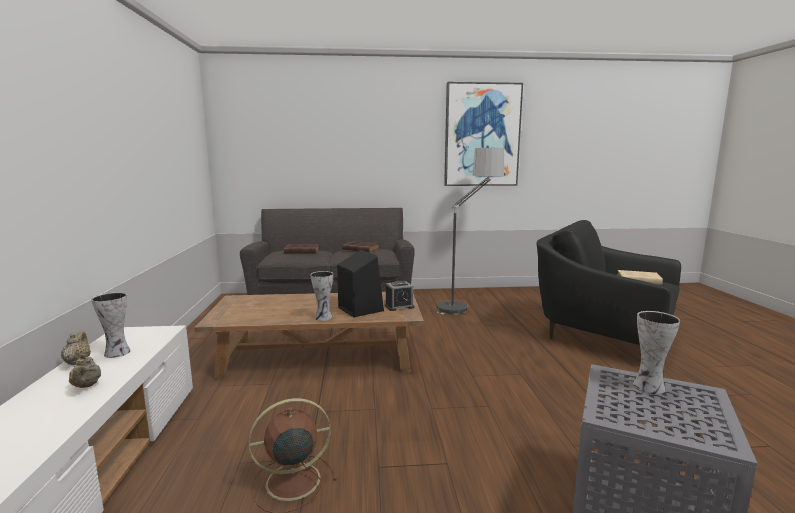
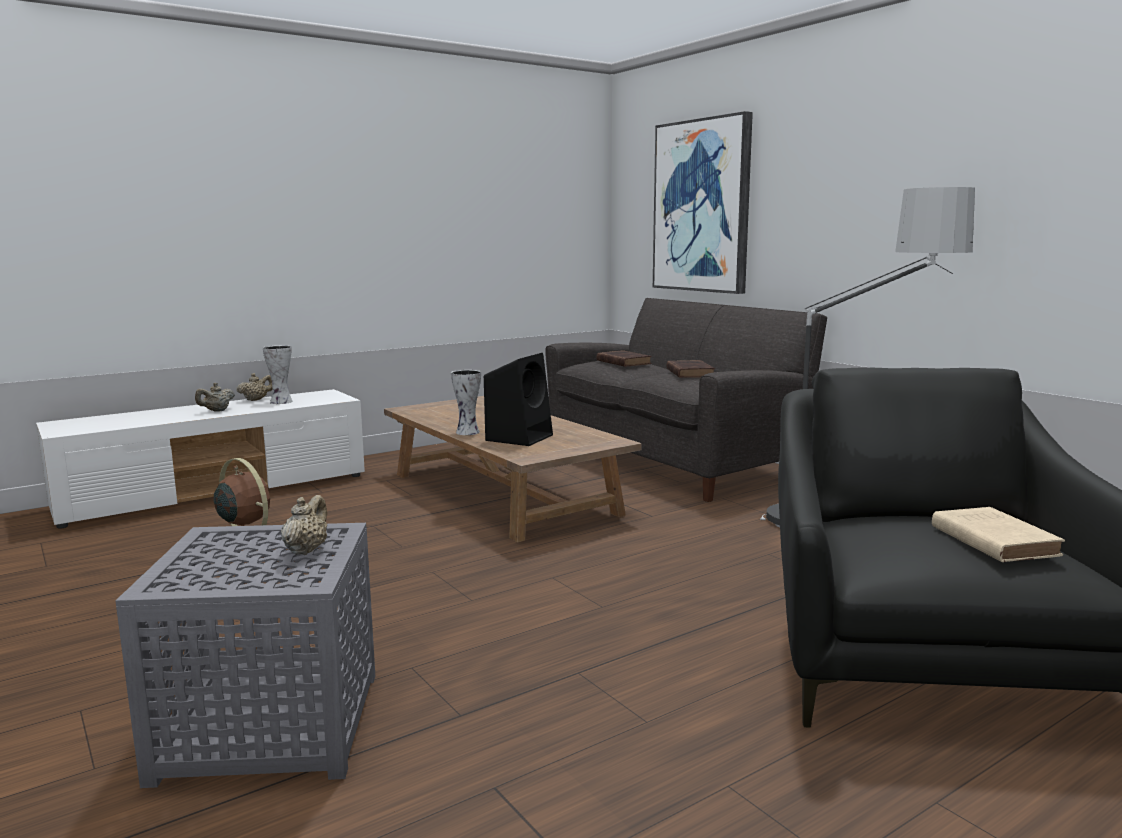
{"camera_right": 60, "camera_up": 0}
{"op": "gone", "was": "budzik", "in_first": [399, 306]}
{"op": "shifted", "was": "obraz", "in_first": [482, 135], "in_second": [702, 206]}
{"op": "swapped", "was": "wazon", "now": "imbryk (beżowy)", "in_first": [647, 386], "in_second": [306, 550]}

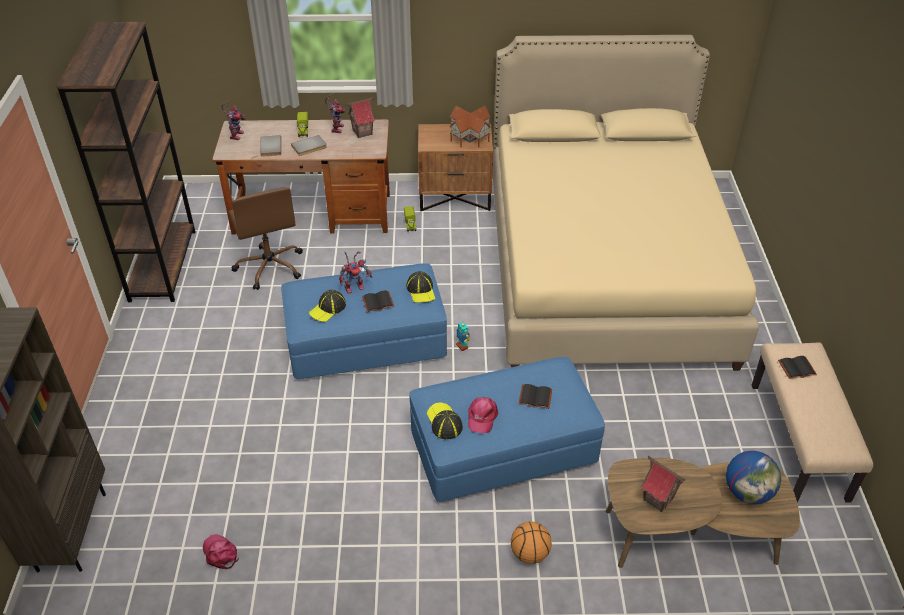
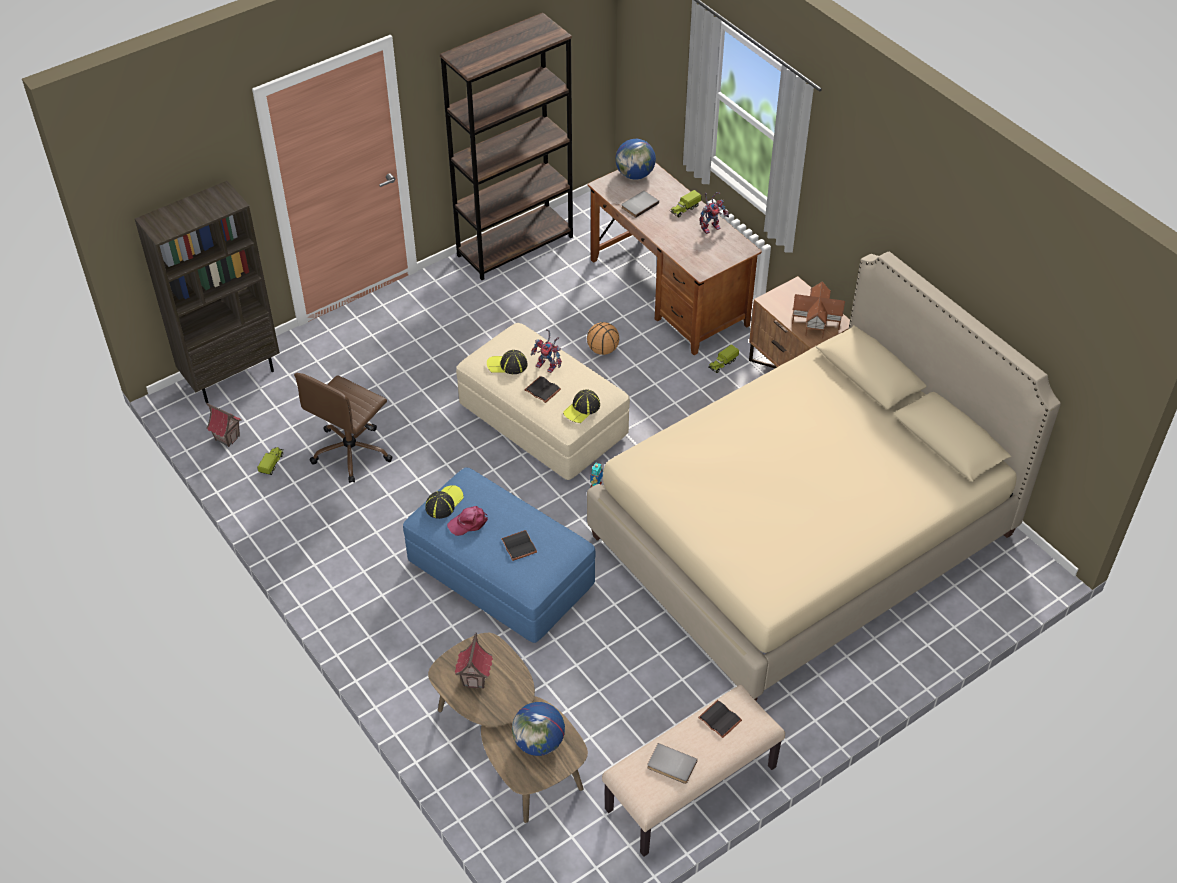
{"camera_right": 55, "camera_up": 5}
{"op": "swapped", "was": "czapka z daszkiem (różowy)", "now": "ciężarówka zabawkowa", "in_first": [220, 553], "in_second": [272, 464]}
{"op": "swapped", "was": "robot zabawkowy", "now": "globus", "in_first": [236, 134], "in_second": [635, 175]}
{"op": "shifted", "was": "krzesło biurowe (brązowy)", "in_first": [270, 266], "in_second": [352, 452]}
{"op": "repainted", "was": "pufa (niebieski)", "now": "pufa (beżowy)", "in_first": [366, 342], "in_second": [543, 421]}
{"op": "shifted", "was": "książka (szary)", "in_first": [309, 147], "in_second": [671, 766]}
{"op": "shifted", "was": "domek", "in_first": [362, 132], "in_second": [227, 438]}
{"op": "shifted", "was": "piłka do koszykówki", "in_first": [529, 553], "in_second": [603, 349]}

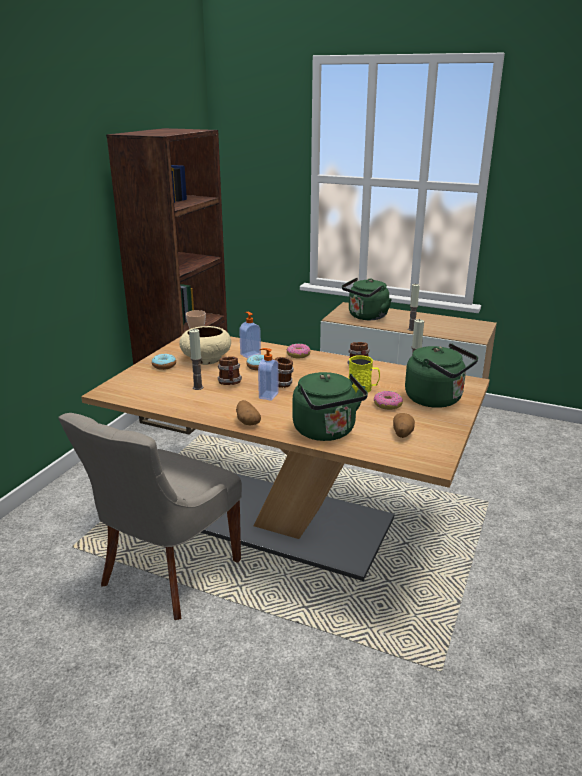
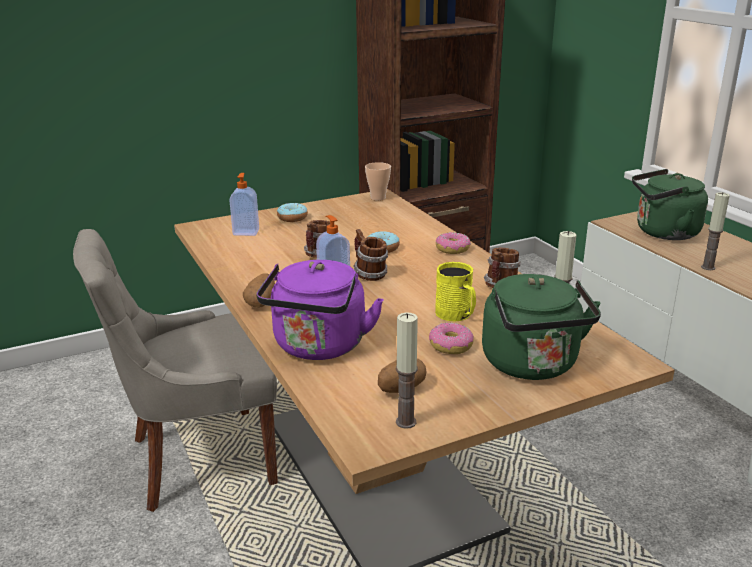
{"camera_right": 40, "camera_up": 0}
{"op": "gone", "was": "miska (beżowy)", "in_first": [206, 359]}
{"op": "shifted", "was": "świeca", "in_first": [198, 387], "in_second": [406, 422]}
{"op": "shifted", "was": "dozownik mydła", "in_first": [250, 354], "in_second": [246, 232]}
{"op": "repainted", "was": "czajnik (zielony)", "now": "czajnik (fioletowy)", "in_first": [327, 432], "in_second": [319, 347]}

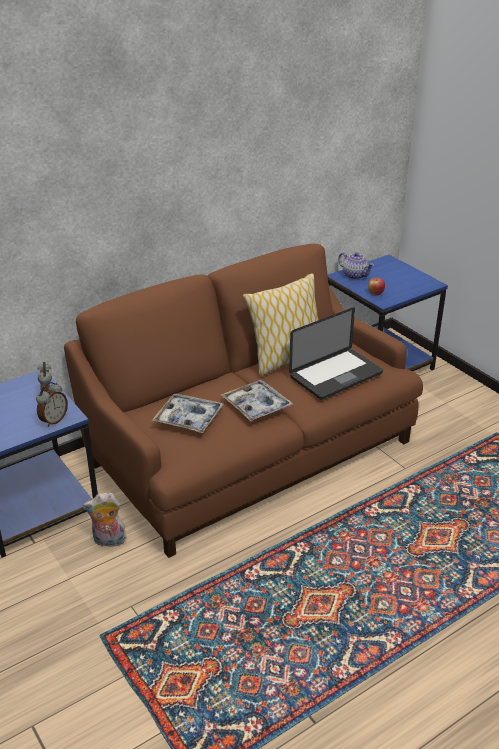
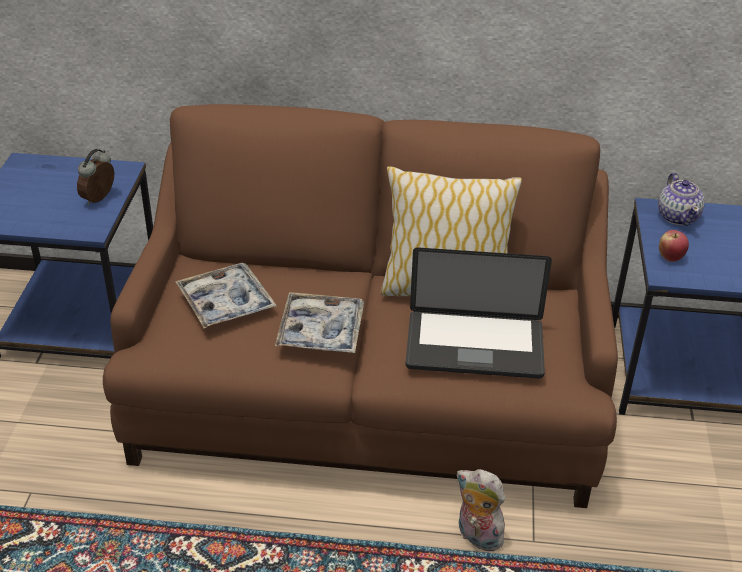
{"camera_right": 40, "camera_up": 5}
{"op": "gone", "was": "budzik", "in_first": [53, 420]}
{"op": "shifted", "was": "pluszak", "in_first": [108, 541], "in_second": [476, 537]}

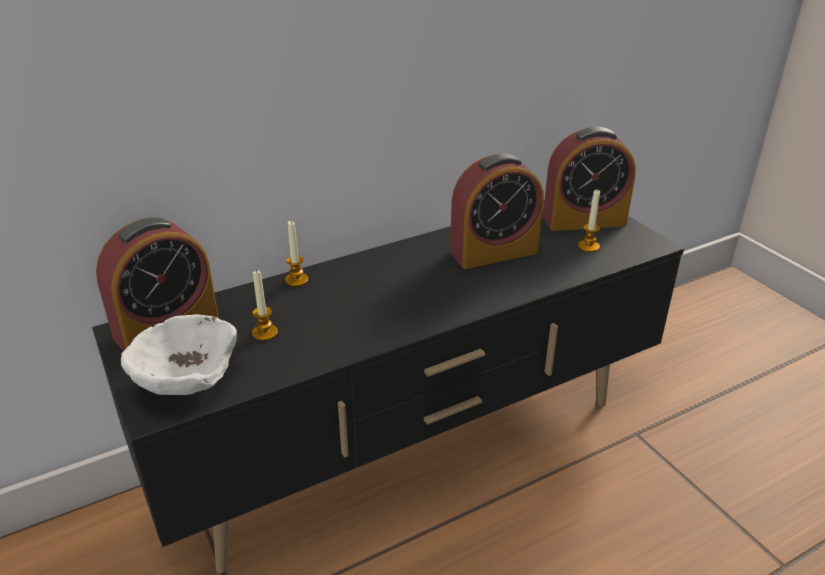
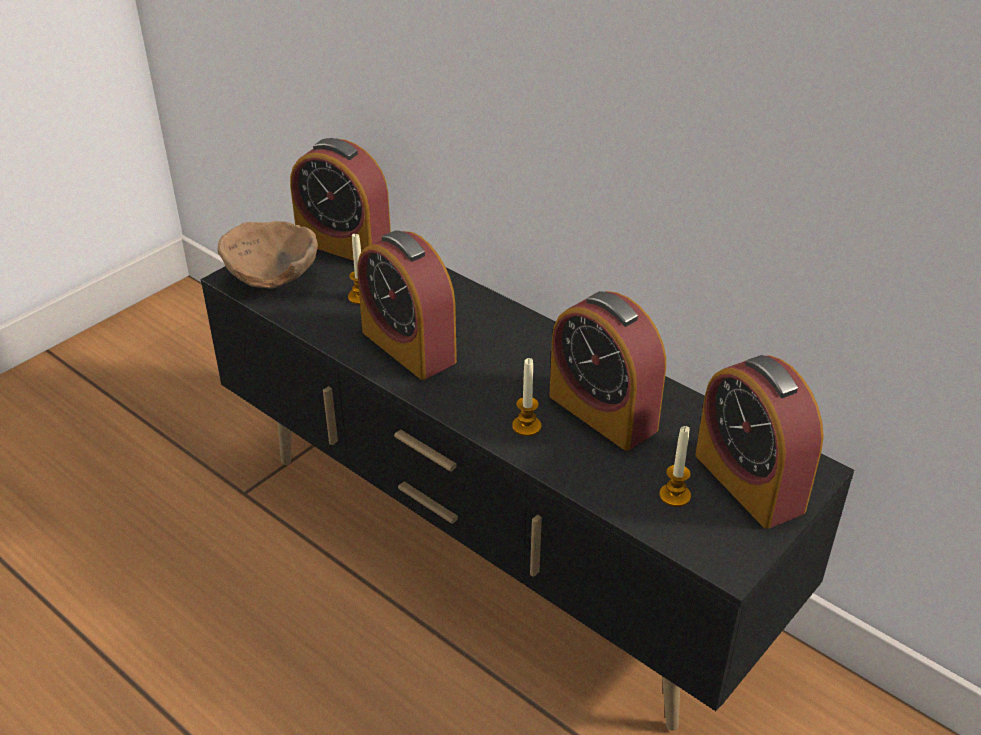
{"camera_right": 70, "camera_up": 5}
{"op": "repainted", "was": "miska (biały)", "now": "miska (brązowy)", "in_first": [185, 382], "in_second": [275, 278]}
{"op": "shifted", "was": "świeca", "in_first": [296, 280], "in_second": [526, 426]}
{"op": "new", "now": "budzik", "in_second": [408, 346]}

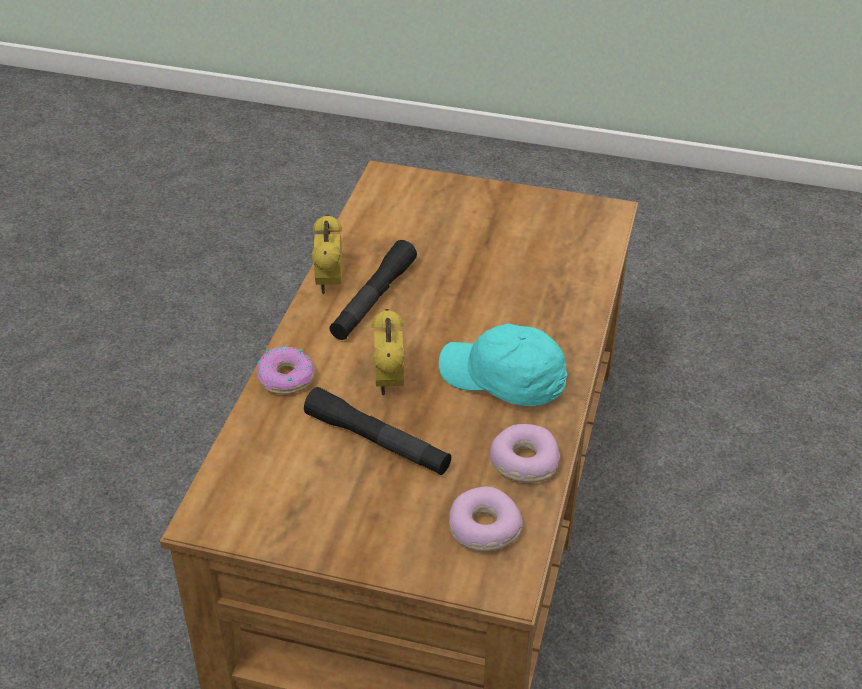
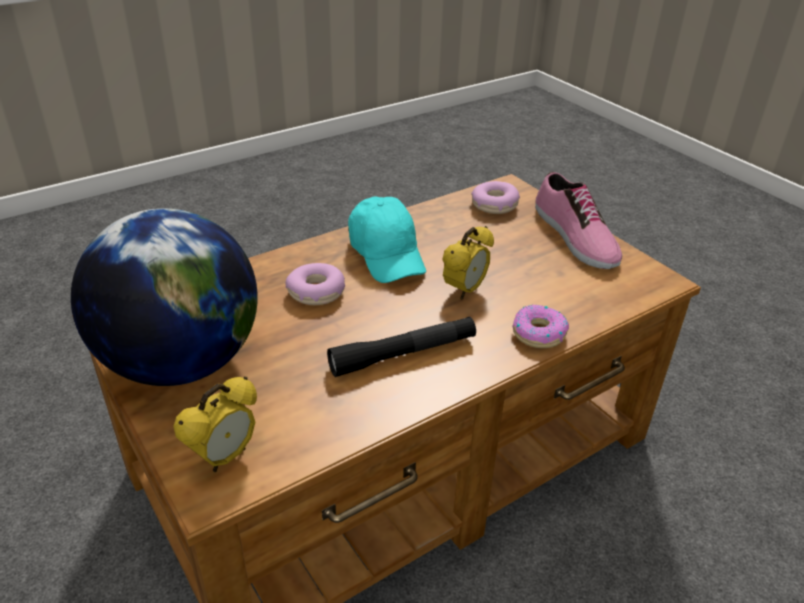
{"camera_right": -140, "camera_up": -5}
{"op": "gone", "was": "latarka (czarny)", "in_first": [377, 442]}
{"op": "shifted", "was": "budzik", "in_first": [329, 284], "in_second": [224, 457]}
{"op": "shifted", "was": "donut", "in_first": [523, 462], "in_second": [316, 292]}
{"op": "new", "now": "globus", "in_second": [181, 363]}
{"op": "new", "now": "but", "in_second": [574, 237]}

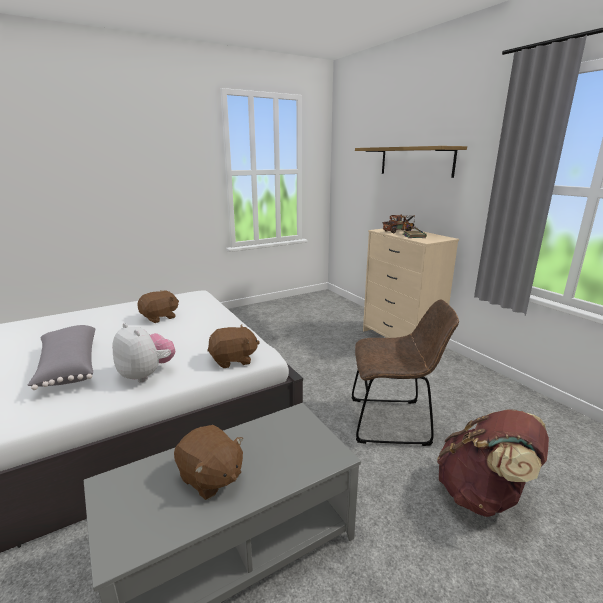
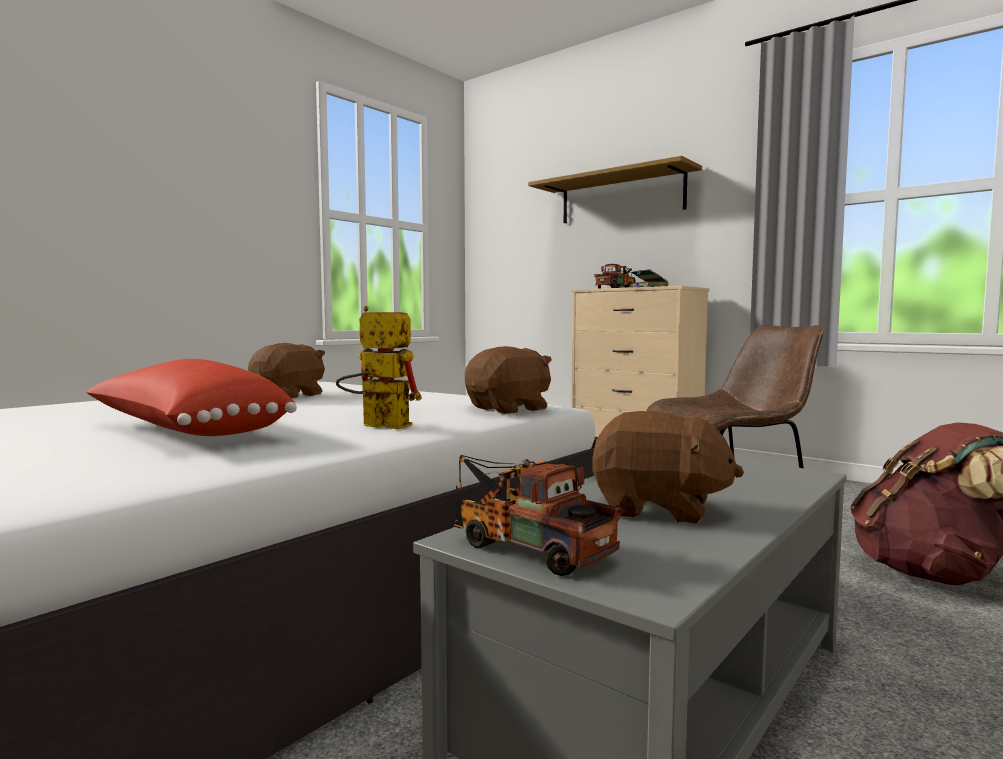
{"camera_right": -20, "camera_up": -15}
{"op": "repainted", "was": "poduszka (szary)", "now": "poduszka (czerwony)", "in_first": [68, 367], "in_second": [185, 432]}
{"op": "swapped", "was": "pluszak", "now": "robot zabawkowy", "in_first": [146, 374], "in_second": [376, 426]}
{"op": "new", "now": "ciężarówka zabawkowa", "in_second": [524, 547]}

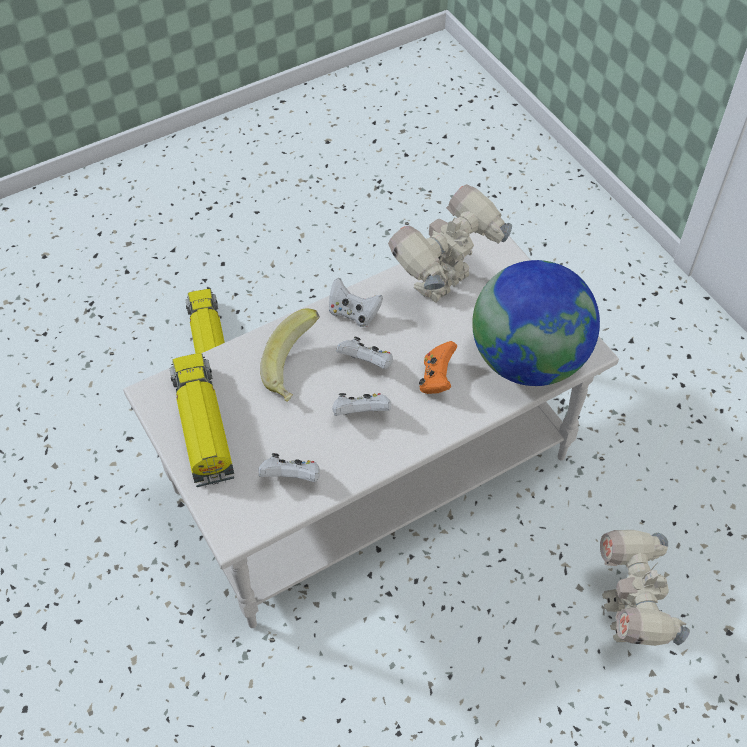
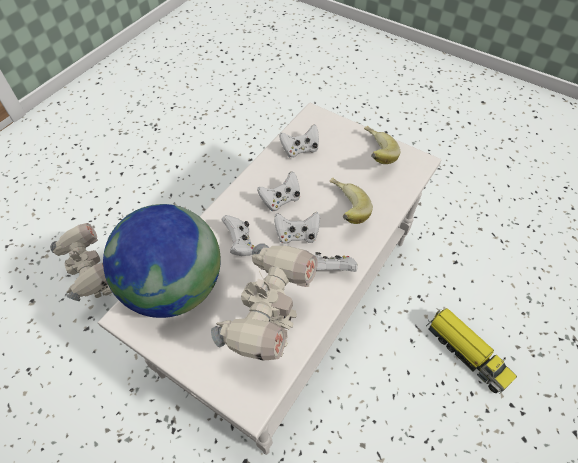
{"camera_right": 155, "camera_up": 0}
{"op": "swapped", "was": "ciężarówka zabawkowa", "now": "banan", "in_first": [203, 427], "in_second": [373, 155]}
{"op": "repainted", "was": "pad do gier (pomarańczowy)", "now": "pad do gier (biały)", "in_first": [436, 378], "in_second": [240, 244]}

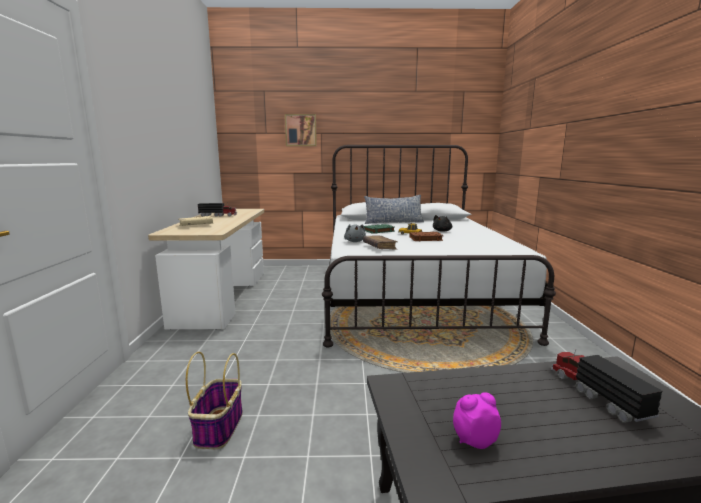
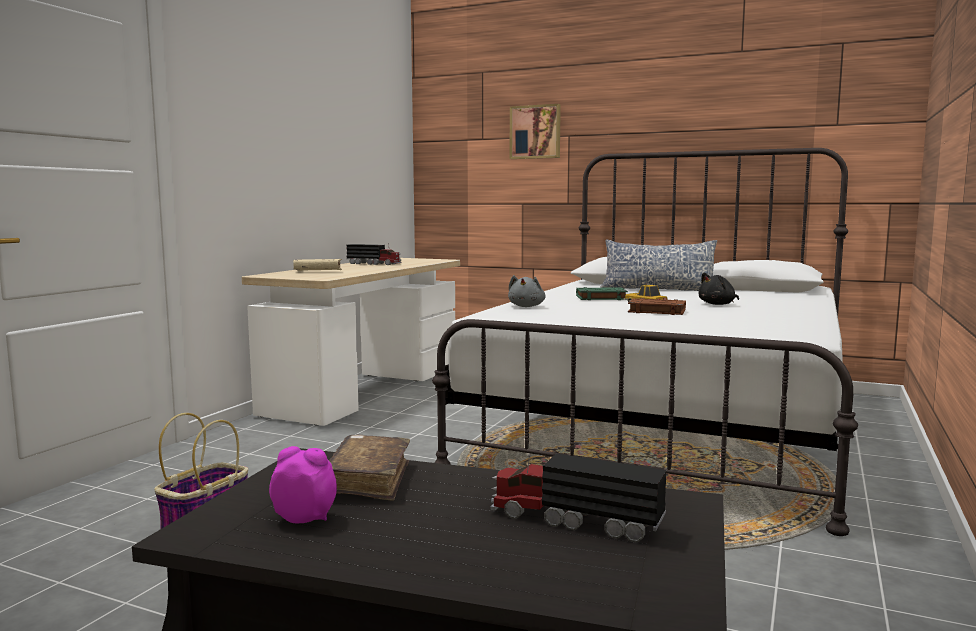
{"camera_right": 25, "camera_up": -5}
{"op": "shifted", "was": "książka (brązowy)", "in_first": [379, 247], "in_second": [368, 480]}
{"op": "rotated", "was": "ciężarówka zabawkowa", "in_first": [596, 394], "in_second": [573, 519], "clockwise": -75}

